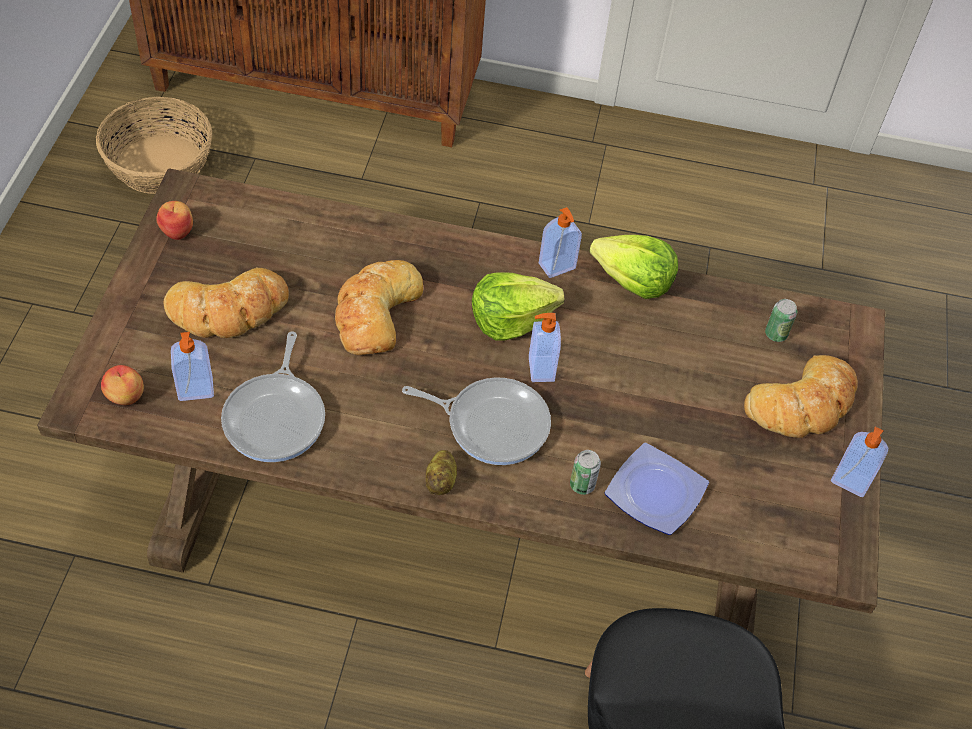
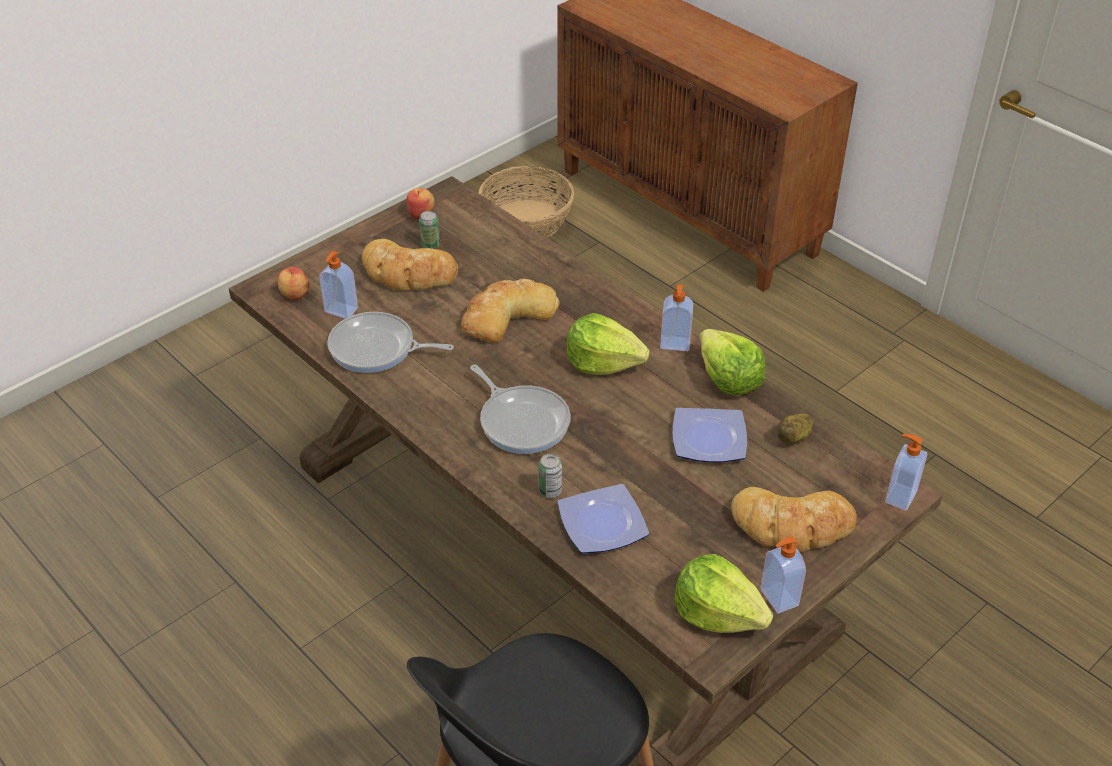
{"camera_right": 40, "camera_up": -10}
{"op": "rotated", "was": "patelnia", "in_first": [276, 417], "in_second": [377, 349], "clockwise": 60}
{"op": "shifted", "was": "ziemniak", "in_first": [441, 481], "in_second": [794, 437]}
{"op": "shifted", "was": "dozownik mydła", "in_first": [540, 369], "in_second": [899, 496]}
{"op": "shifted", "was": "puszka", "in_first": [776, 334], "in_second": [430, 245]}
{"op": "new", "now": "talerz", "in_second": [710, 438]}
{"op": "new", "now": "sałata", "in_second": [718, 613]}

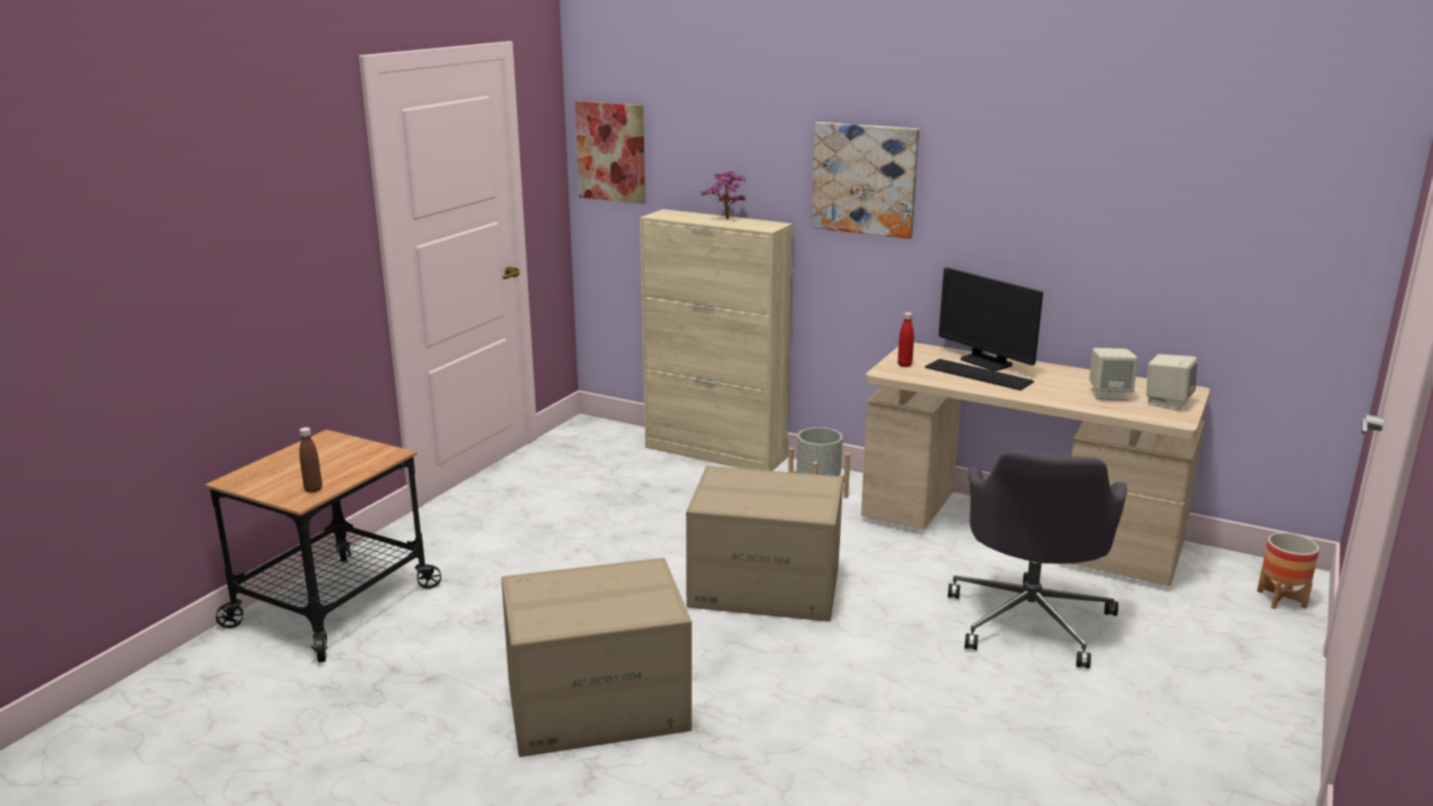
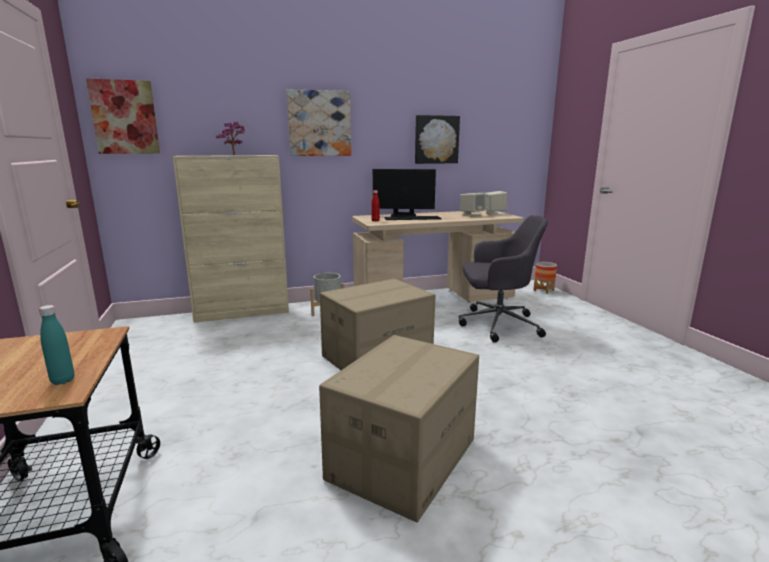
{"camera_right": -45, "camera_up": -5}
{"op": "repainted", "was": "butelka (brązowy)", "now": "butelka (turkusowy)", "in_first": [313, 489], "in_second": [63, 380]}
{"op": "rotated", "was": "krzesło biurowe (szary)", "in_first": [1030, 619], "in_second": [497, 324], "clockwise": -60}
{"op": "new", "now": "obraz", "in_second": [436, 139]}

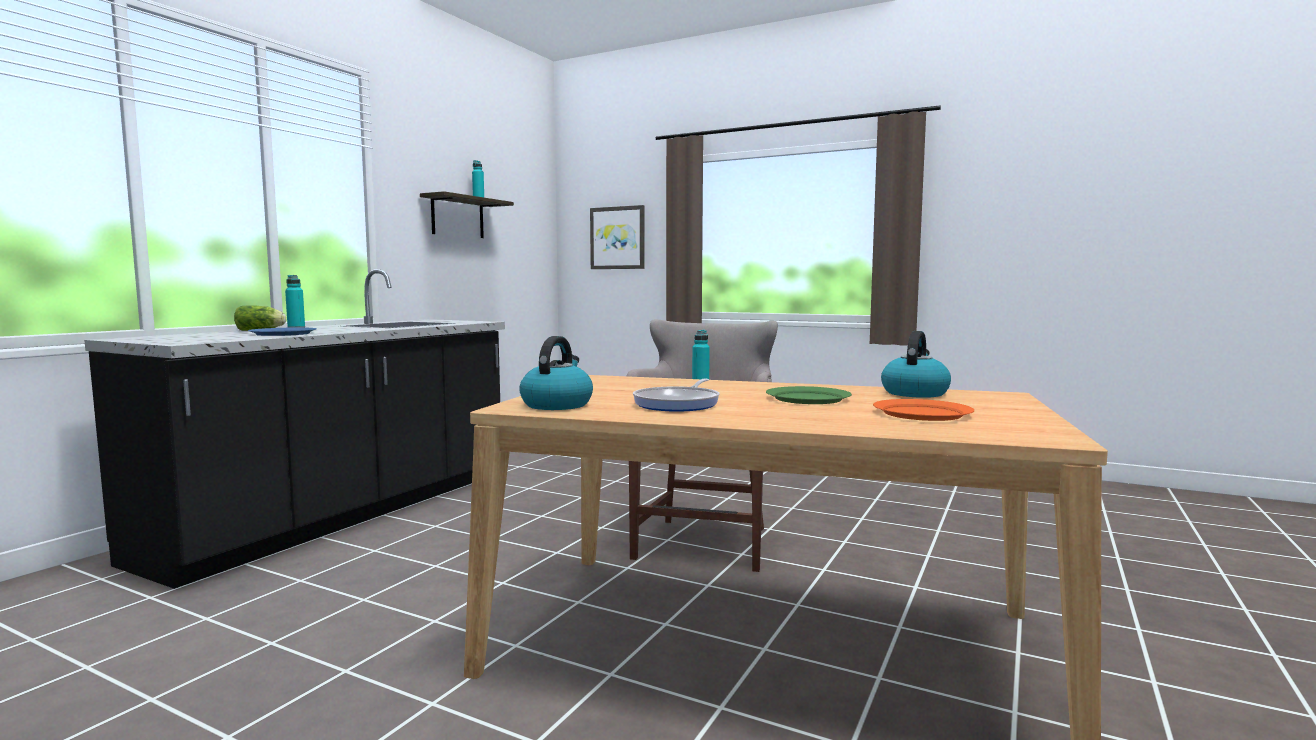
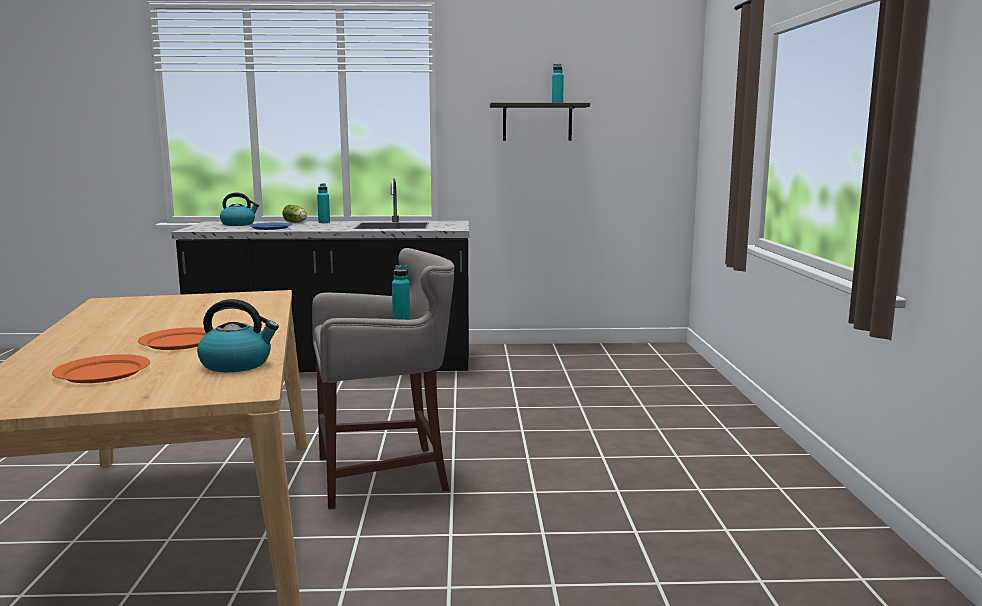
{"camera_right": 60, "camera_up": 5}
{"op": "shifted", "was": "czajnik", "in_first": [557, 404], "in_second": [239, 224]}
{"op": "gone", "was": "obraz", "in_first": [618, 238]}
{"op": "gone", "was": "patelnia", "in_first": [679, 404]}
{"op": "repainted", "was": "talerz (zielony)", "now": "talerz (pomarańczowy)", "in_first": [808, 398], "in_second": [179, 342]}

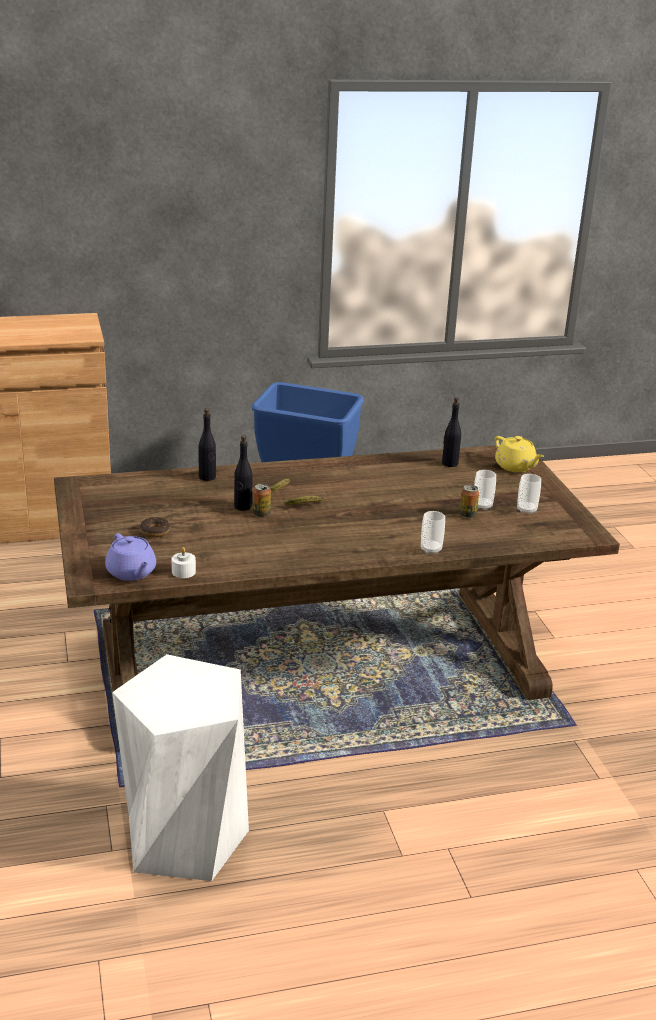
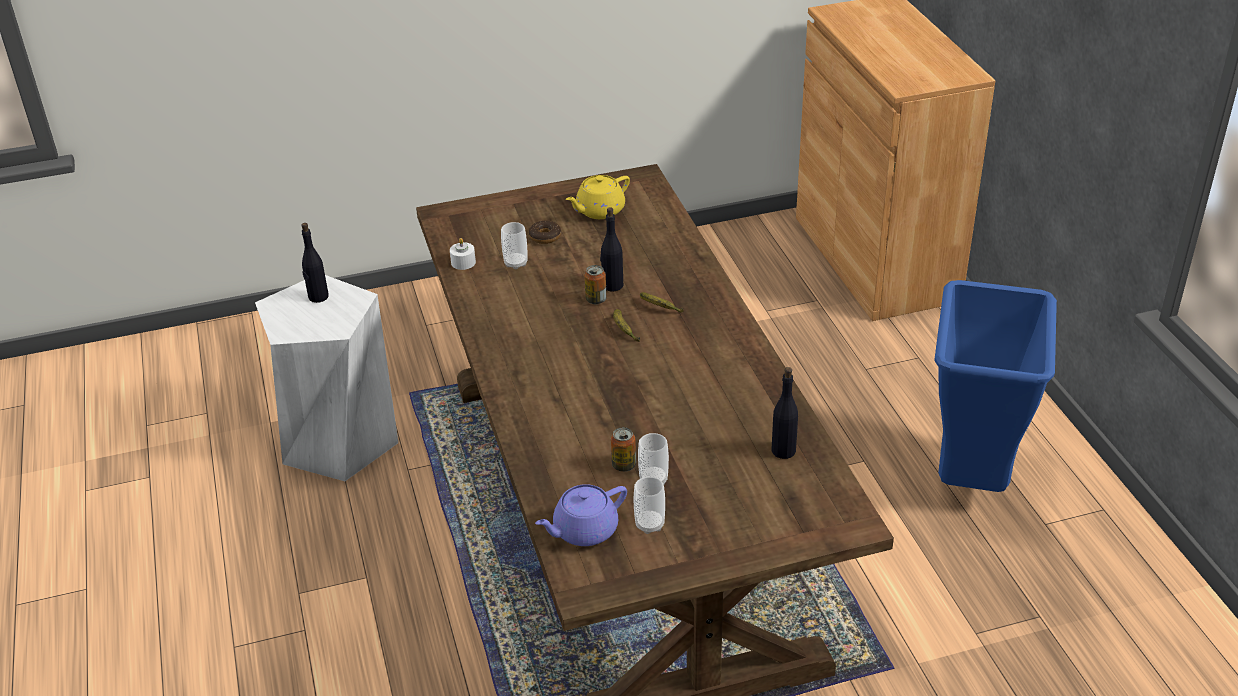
{"camera_right": 90, "camera_up": 10}
{"op": "shifted", "was": "imbryk (fioletowy)", "in_first": [131, 573], "in_second": [584, 530]}
{"op": "shifted", "was": "butelka (czarny)", "in_first": [207, 477], "in_second": [318, 297]}
{"op": "shifted", "was": "filiżanka", "in_first": [431, 549], "in_second": [515, 263]}
{"op": "shifted", "was": "imbryk (żółty)", "in_first": [515, 467], "in_second": [599, 211]}

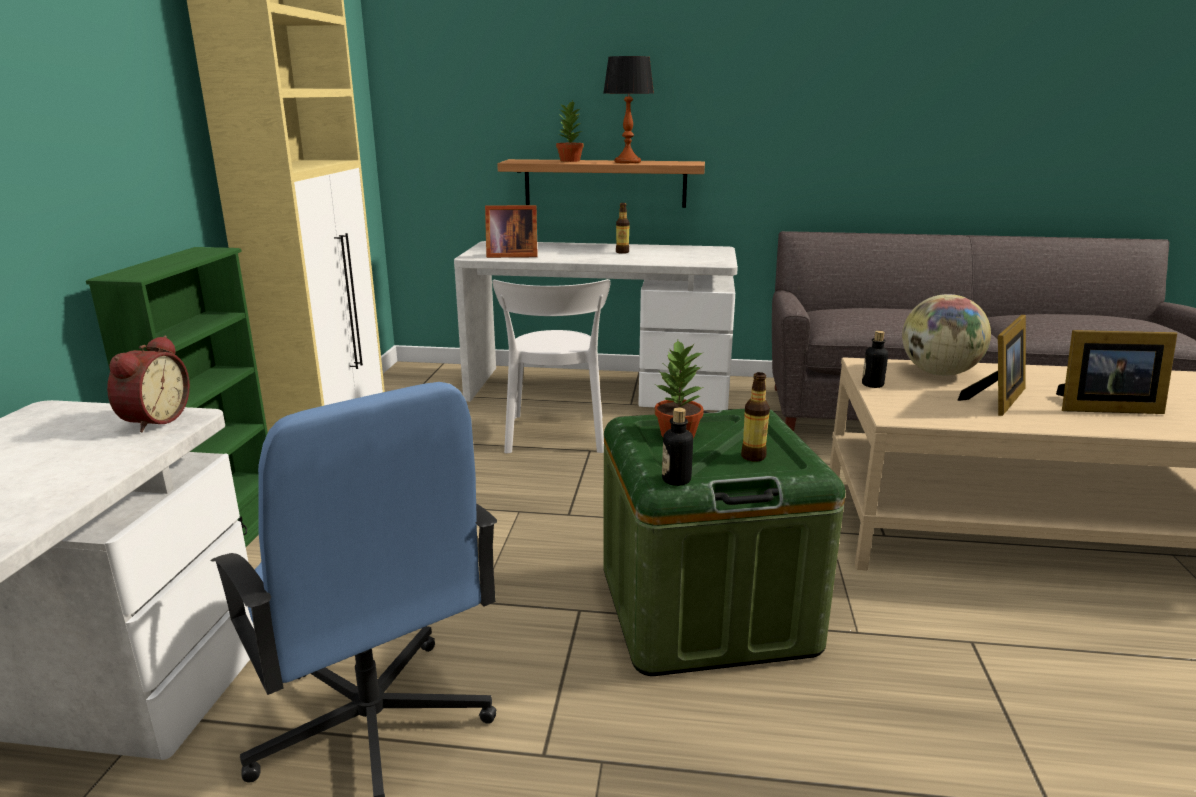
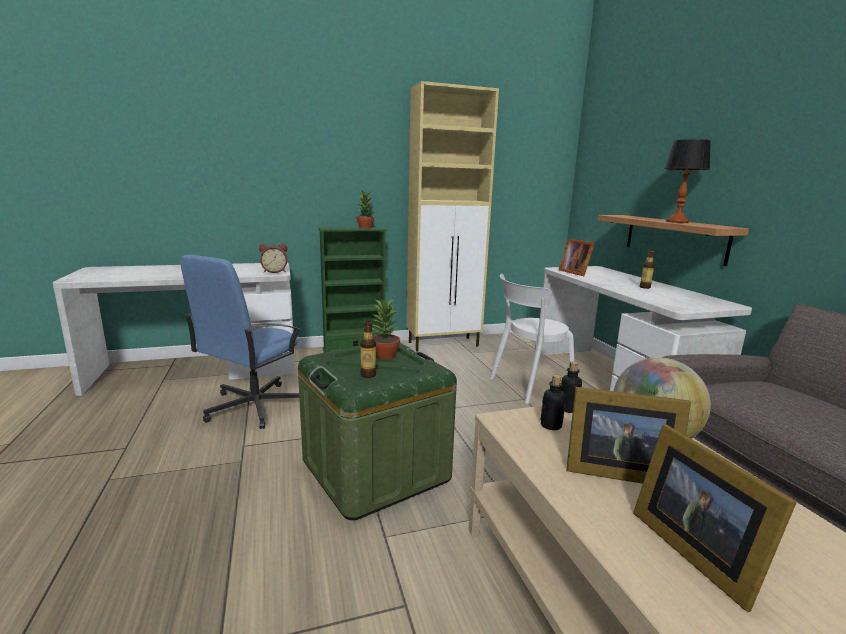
{"camera_right": 65, "camera_up": -5}
{"op": "shifted", "was": "roślina doniczkowa", "in_first": [569, 161], "in_second": [365, 227]}
{"op": "shifted", "was": "butelka", "in_first": [676, 480], "in_second": [551, 425]}

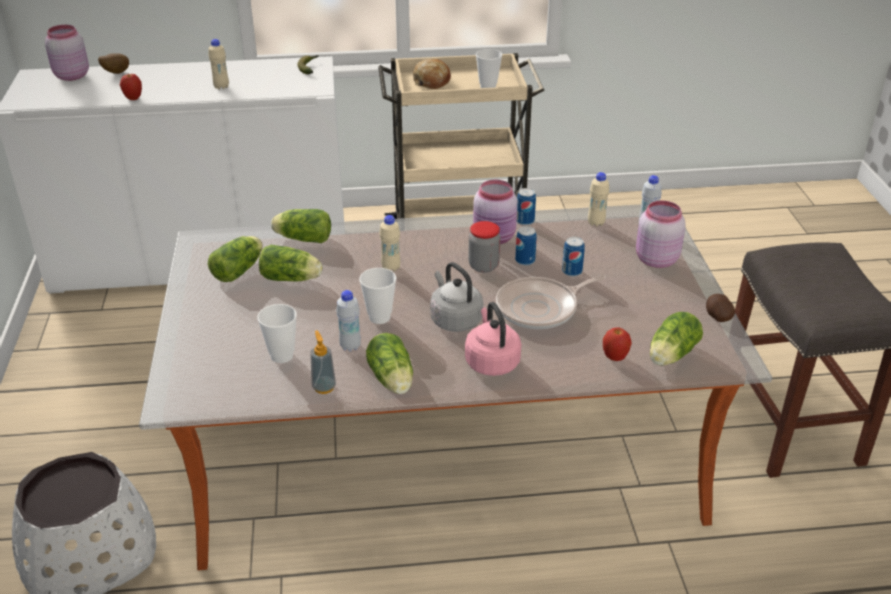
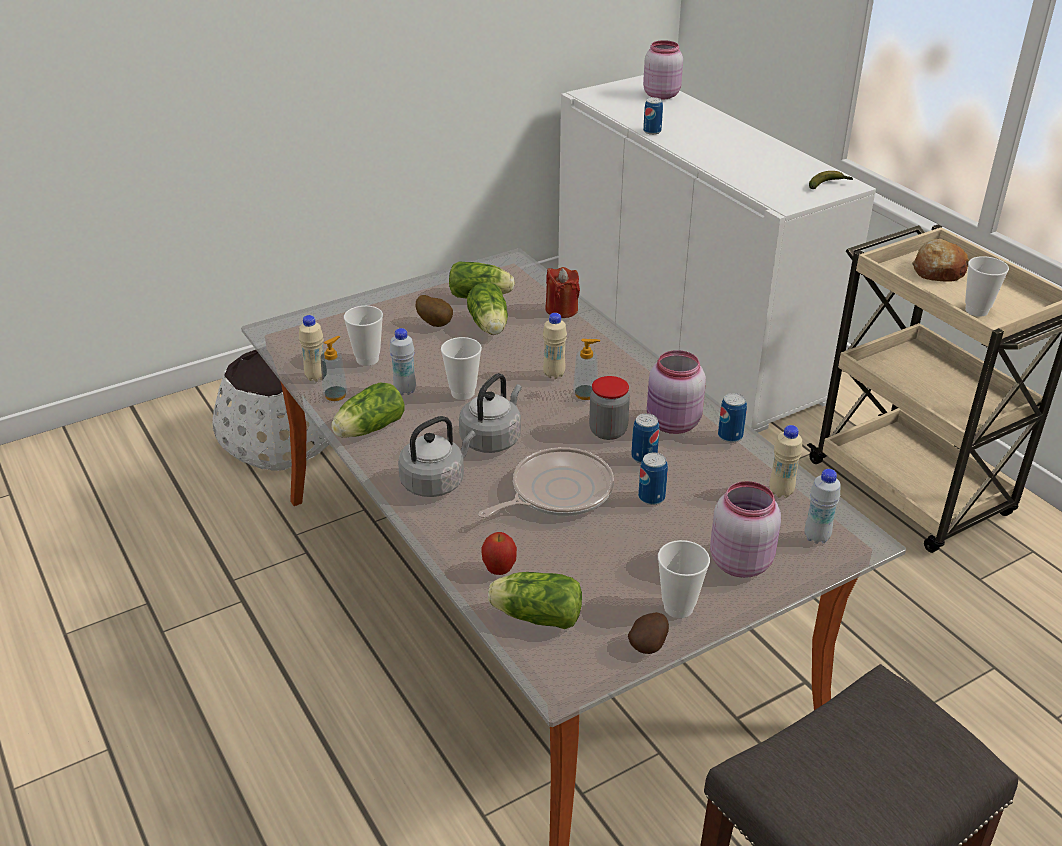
{"camera_right": 65, "camera_up": 0}
{"op": "shifted", "was": "ziemniak", "in_first": [116, 73], "in_second": [436, 323]}
{"op": "swapped", "was": "jabłko", "now": "puszka", "in_first": [133, 98], "in_second": [652, 131]}
{"op": "shifted", "was": "butelka (beżowy)", "in_first": [221, 87], "in_second": [316, 377]}
{"op": "swapped", "was": "sałata", "now": "świeca (czerwony)", "in_first": [302, 238], "in_second": [561, 310]}
{"op": "repainted", "was": "czajnik (różowy)", "now": "czajnik (szary)", "in_first": [491, 361], "in_second": [435, 482]}
{"op": "rotated", "was": "patelnia", "in_first": [540, 308], "in_second": [557, 492], "clockwise": 105}
{"op": "new", "now": "dozownik mydła", "in_second": [585, 394]}
{"op": "new", "now": "filiżanka", "in_second": [678, 607]}

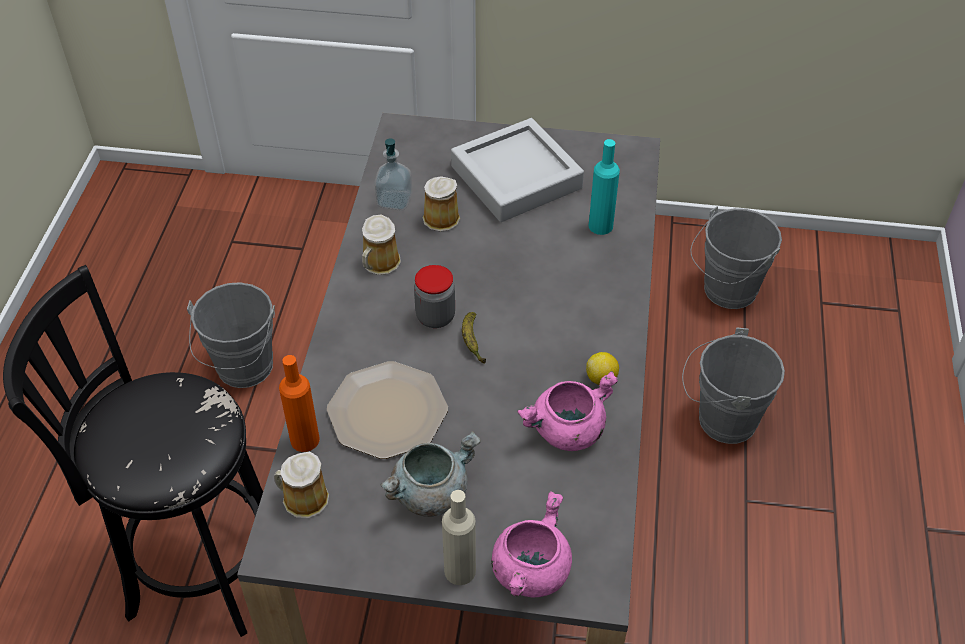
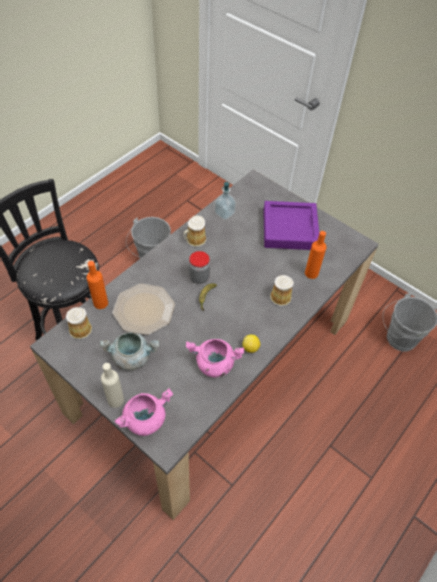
{"camera_right": 30, "camera_up": 5}
{"op": "shifted", "was": "kubek", "in_first": [440, 217], "in_second": [280, 296]}
{"op": "repainted", "was": "taca (szary)", "now": "taca (fioletowy)", "in_first": [516, 177], "in_second": [289, 229]}
{"op": "repainted", "was": "butelka (turkusowy)", "now": "butelka (pomarańczowy)", "in_first": [600, 226], "in_second": [311, 273]}
{"op": "gone", "was": "wiadro (szary)", "in_first": [720, 419]}

